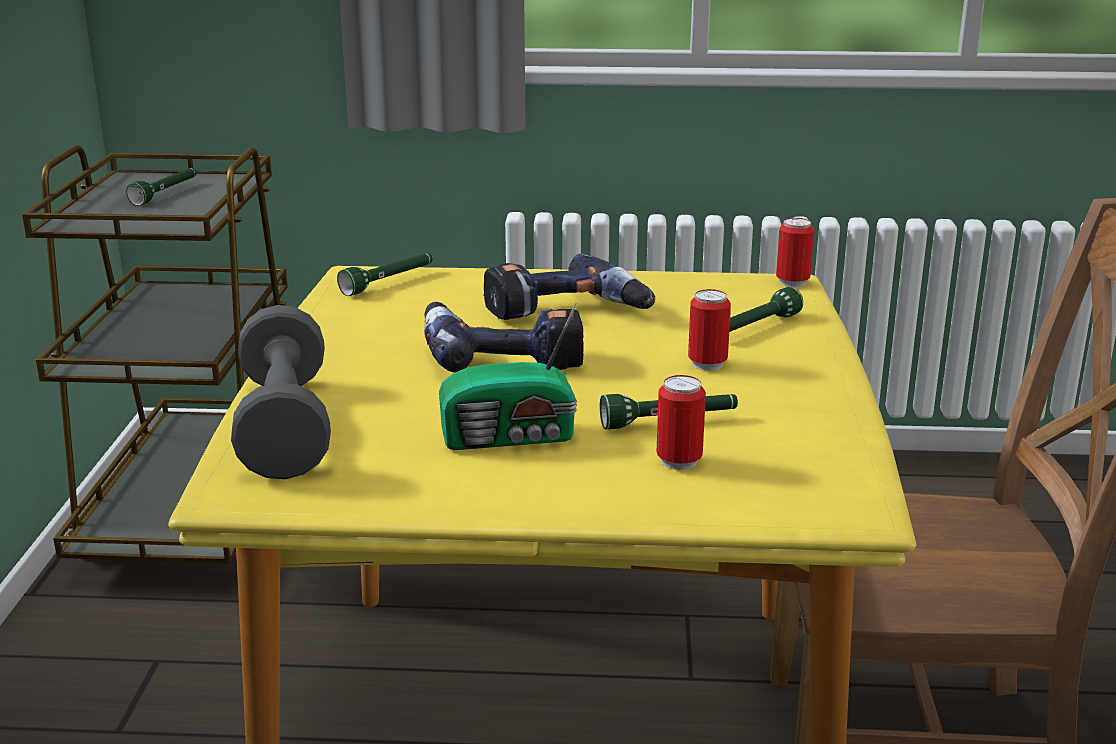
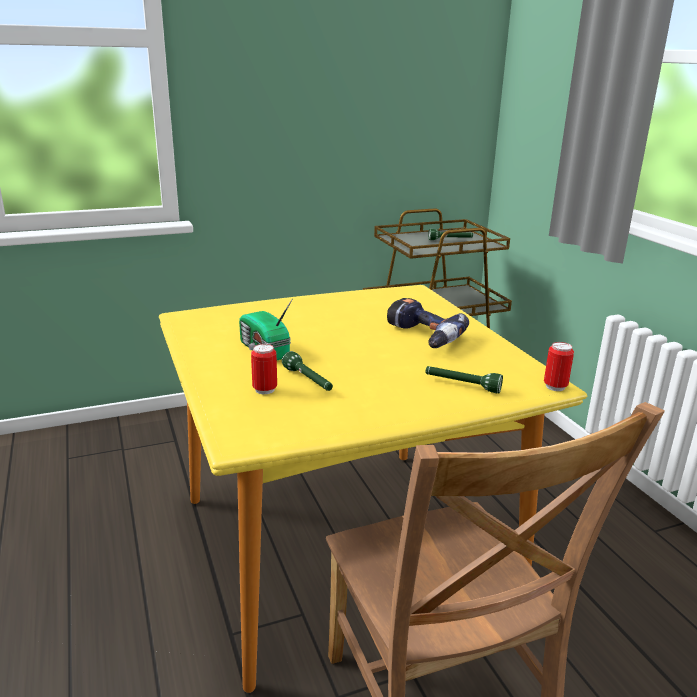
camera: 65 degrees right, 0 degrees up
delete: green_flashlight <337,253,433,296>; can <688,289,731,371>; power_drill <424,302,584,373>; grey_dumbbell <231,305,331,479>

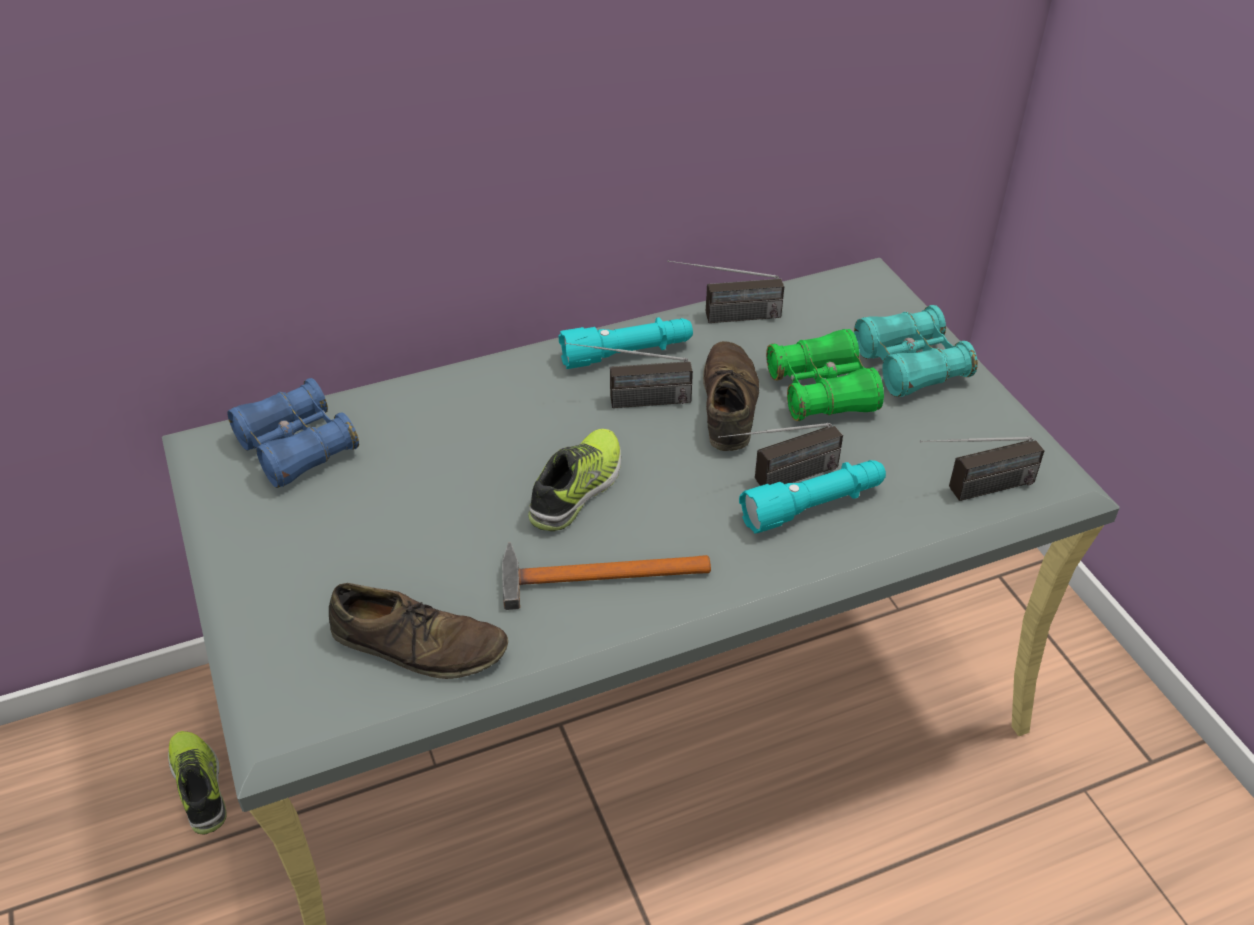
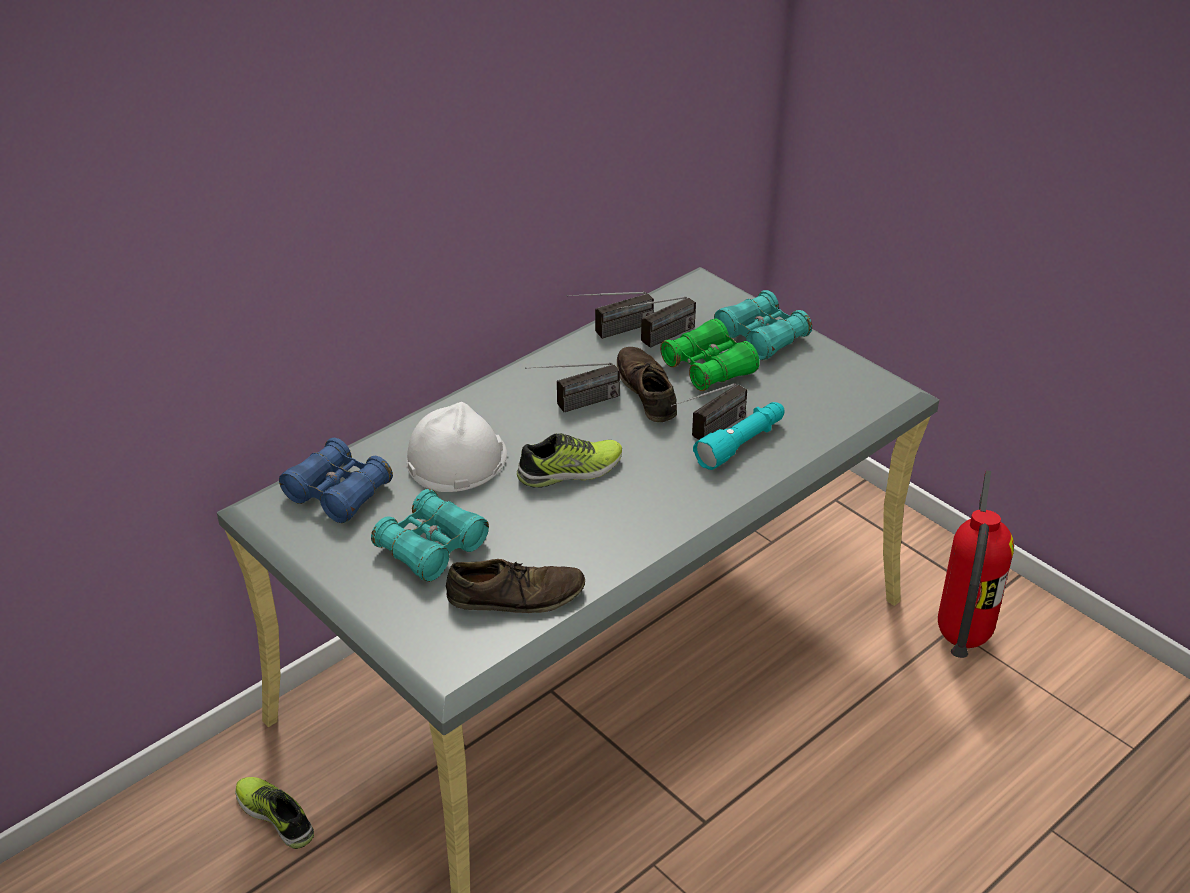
camera: 20 degrees left, 5 degrees down
delete: turquoise_flashlight <559,317,693,369>; hammer <502,542,711,610>
insert: white_hard_hat <406,402,507,492>; fire_extinguisher <938,470,1014,658>; turquoise_binoculars <371,489,489,582>
move: radio <920,437,1044,501> to <617,296,696,348>
rotate: shoe <528,429,621,531> = <517,433,622,488> 60 degrees clockwise

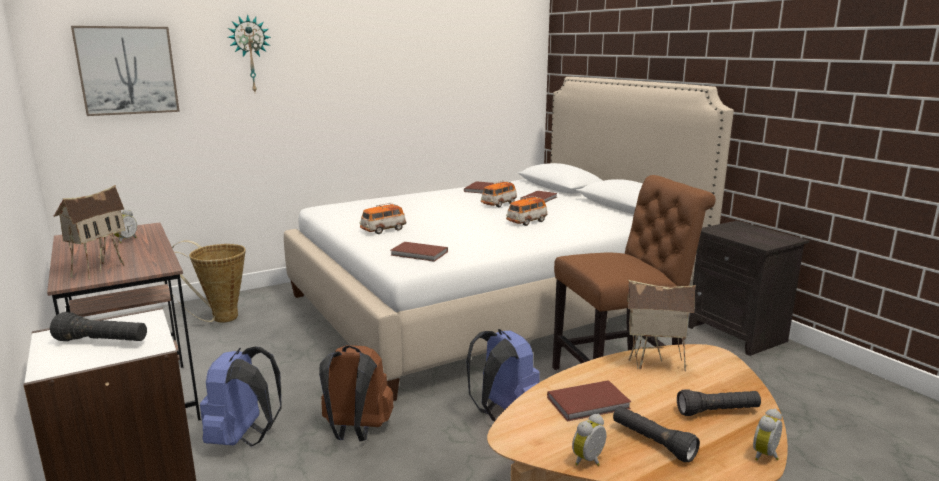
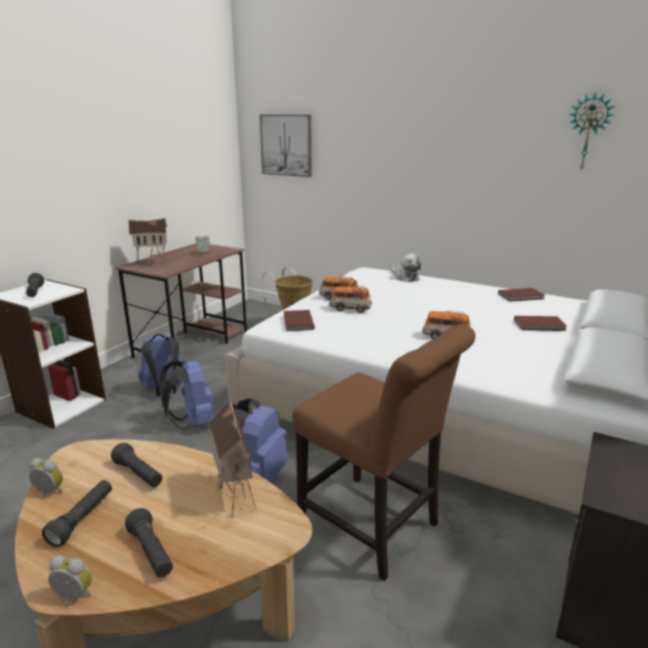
camera: 60 degrees right, 5 degrees up
insert: plush_toy <391,253,422,282>
move: wall_clock <228,14,271,92> to <569,92,614,172>; toy_car <481,181,517,207> to <329,286,372,313>
replace: brown_book <547,380,631,422> to black_flashlight <111,443,162,487>
recolor: brown_backpack <319,345,394,441> to blue_backpack <159,360,216,429>

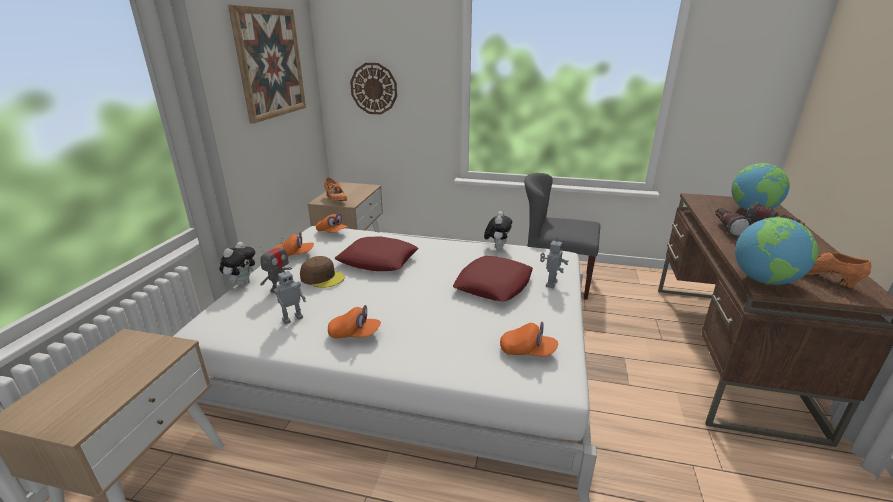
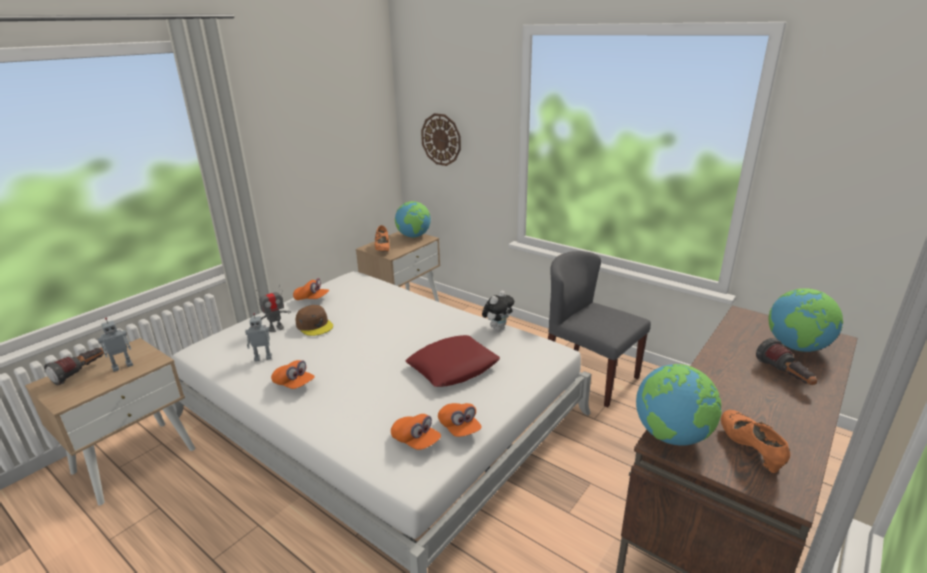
camera: 25 degrees right, 0 degrees up
delete: picture <228,5,306,124>; red_pillow <335,237,419,271>; plush_toy <220,242,255,286>
insert: globe <395,201,431,238>
move: flashlight <715,208,752,238> to <44,347,106,385>; orange_cap <316,213,348,233> to <438,403,482,437>; toy_robot <540,237,568,288> to <98,318,133,372>

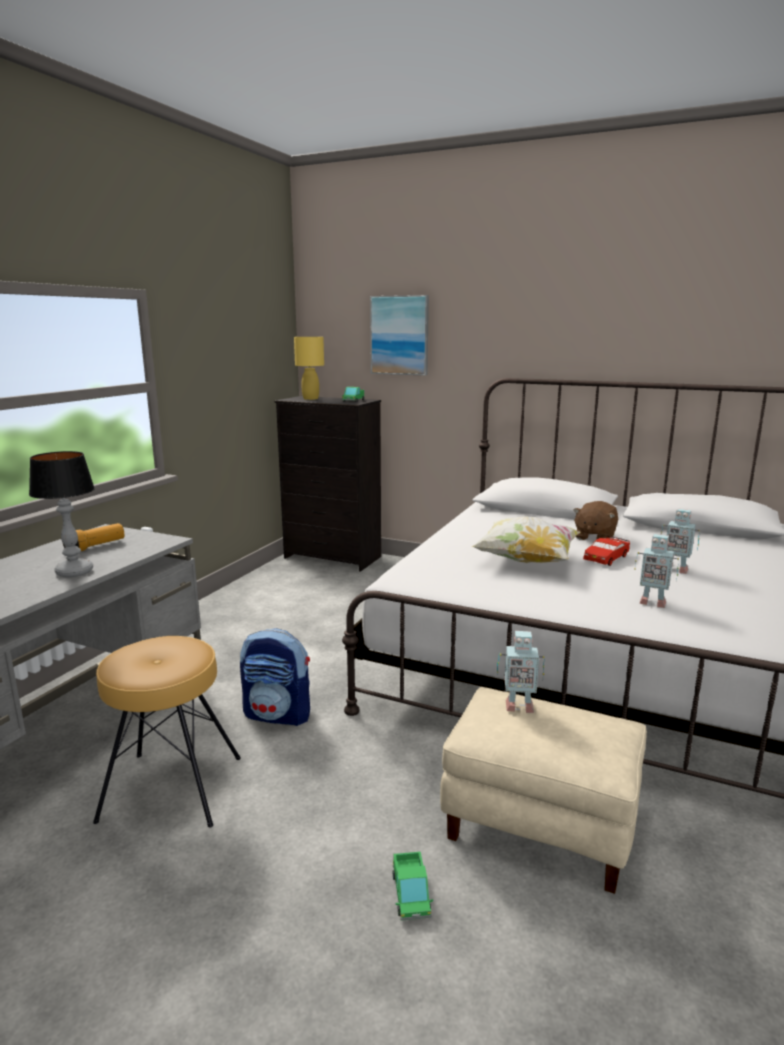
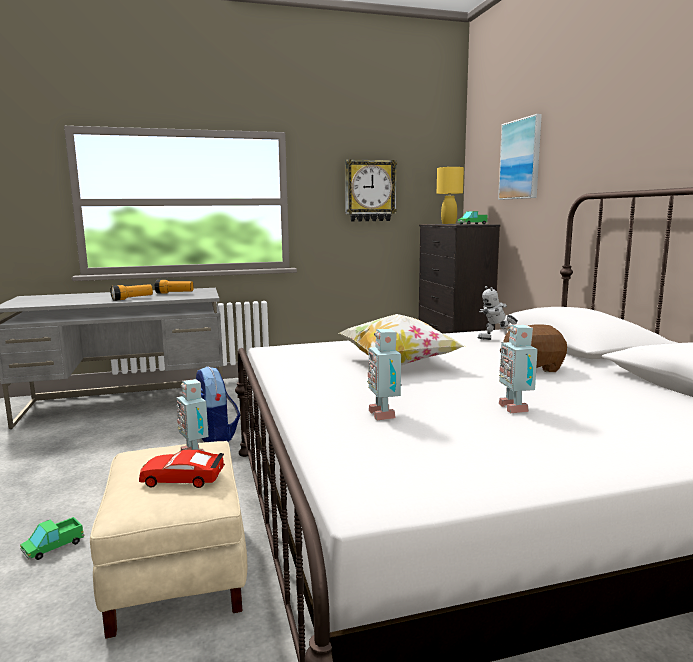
camera: 50 degrees right, 5 degrees down
delete: brown_stool <93,636,241,827>
insert: wall_clock <345,159,397,222>; toy_robot <478,286,518,340>
move: red_toy_car <583,536,630,566> to <139,449,225,488>
replace: table_lamp <29,451,95,577> to flashlight <110,284,153,301>

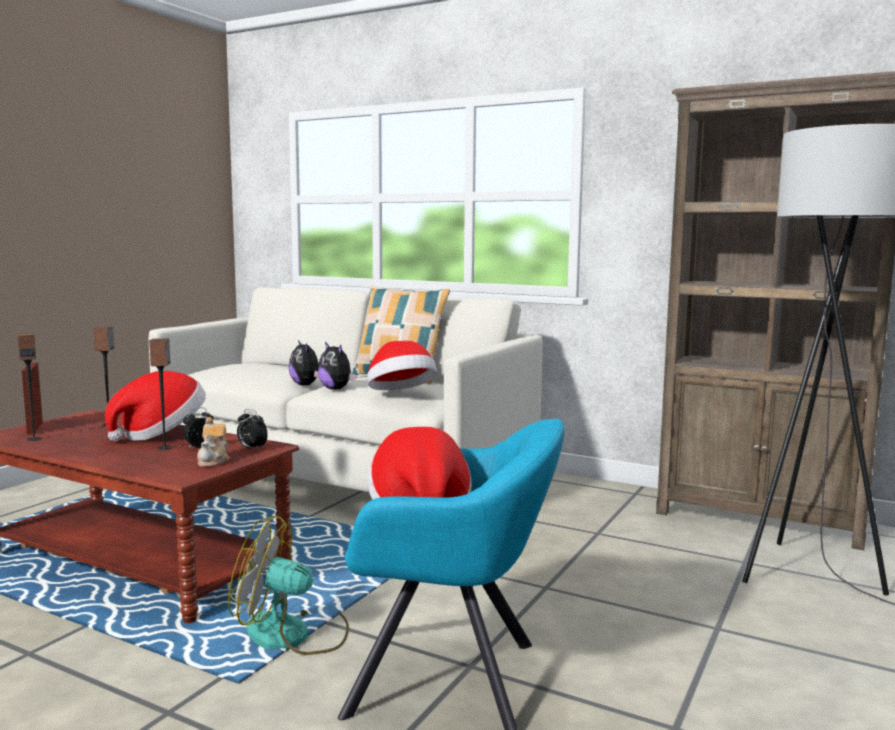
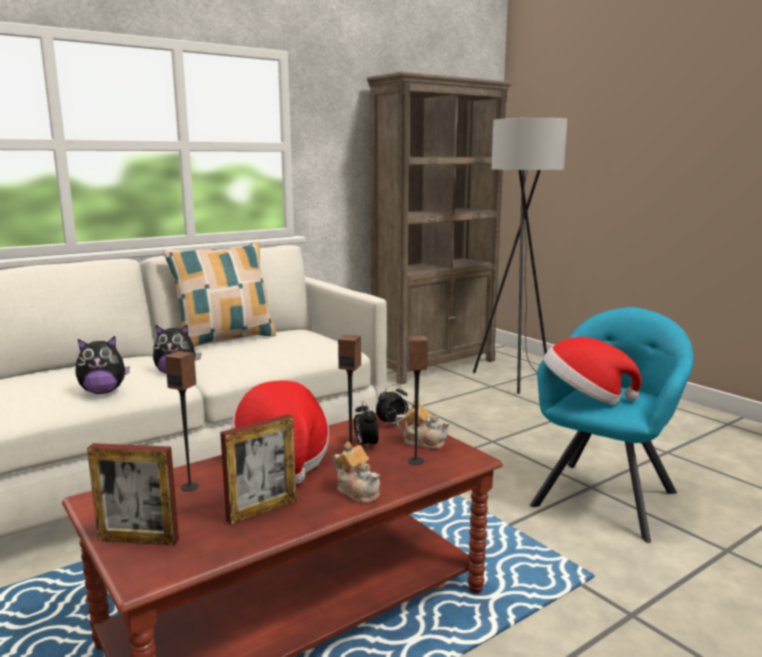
camera: 65 degrees left, 5 degrees up
delete: hat <367,341,437,390>; fan <228,515,349,655>
insert: picture_frame <220,414,296,525>; teapot <333,441,380,503>
move: speaker <17,333,42,441> to <406,336,428,465>; plush_toy <318,342,356,390> to <75,336,130,394>

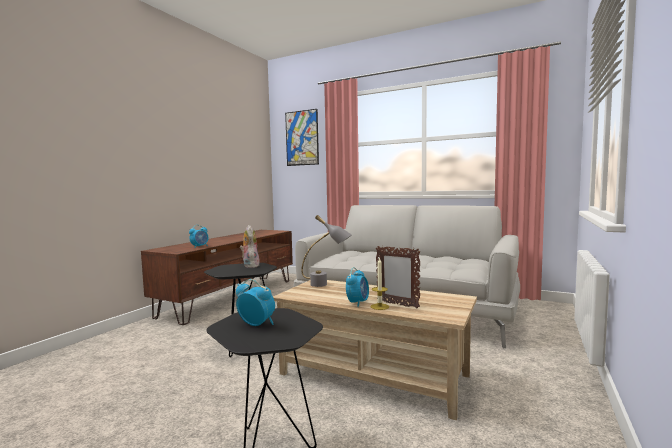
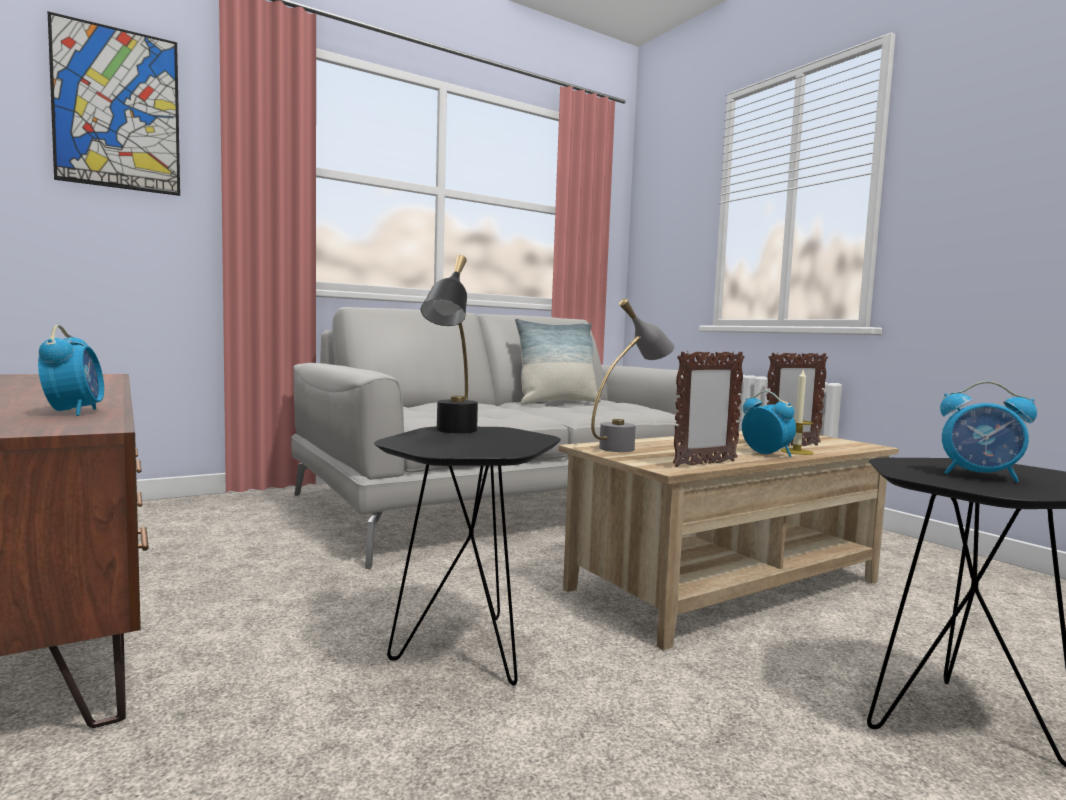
camera: 60 degrees left, 0 degrees up
insert: pillow <515,318,601,405>; picture_frame <673,351,745,467>
replace: plush_toy <240,225,260,268> to black_table_lamp <421,255,478,433>
rotate: alarm_clock <236,279,275,326> = <940,381,1037,482> 120 degrees counterclockwise

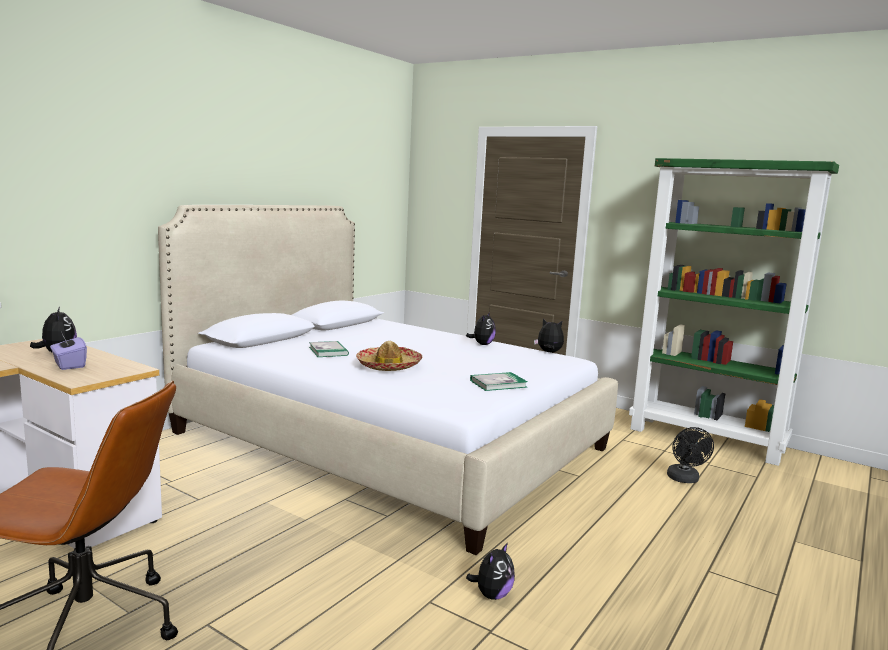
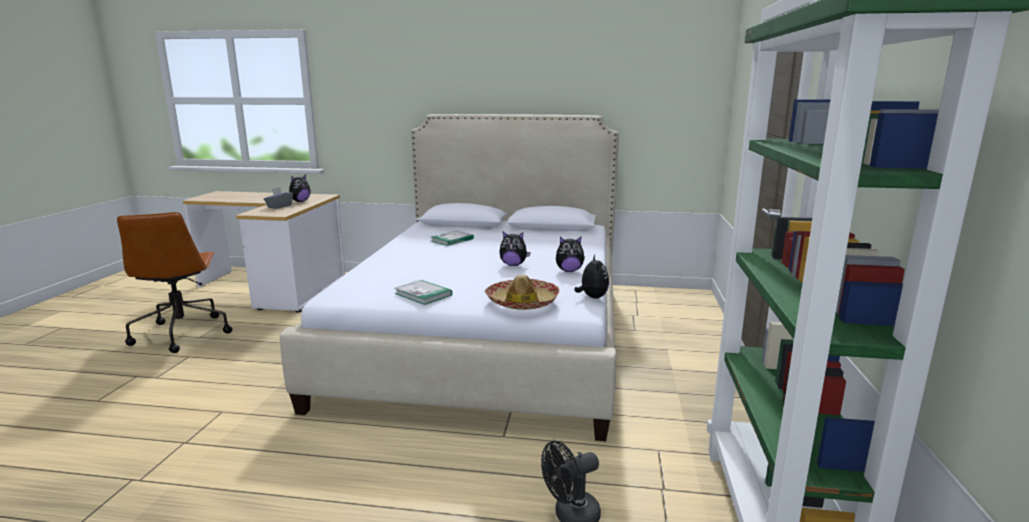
camera: 65 degrees right, 5 degrees up
move: hat <356,341,422,371> to <485,274,560,310>; plush_toy <466,542,515,600> to <499,232,531,266>
recolor: purple_tissue_box <50,336,87,370> to grey_tissue_box <264,187,293,209>

